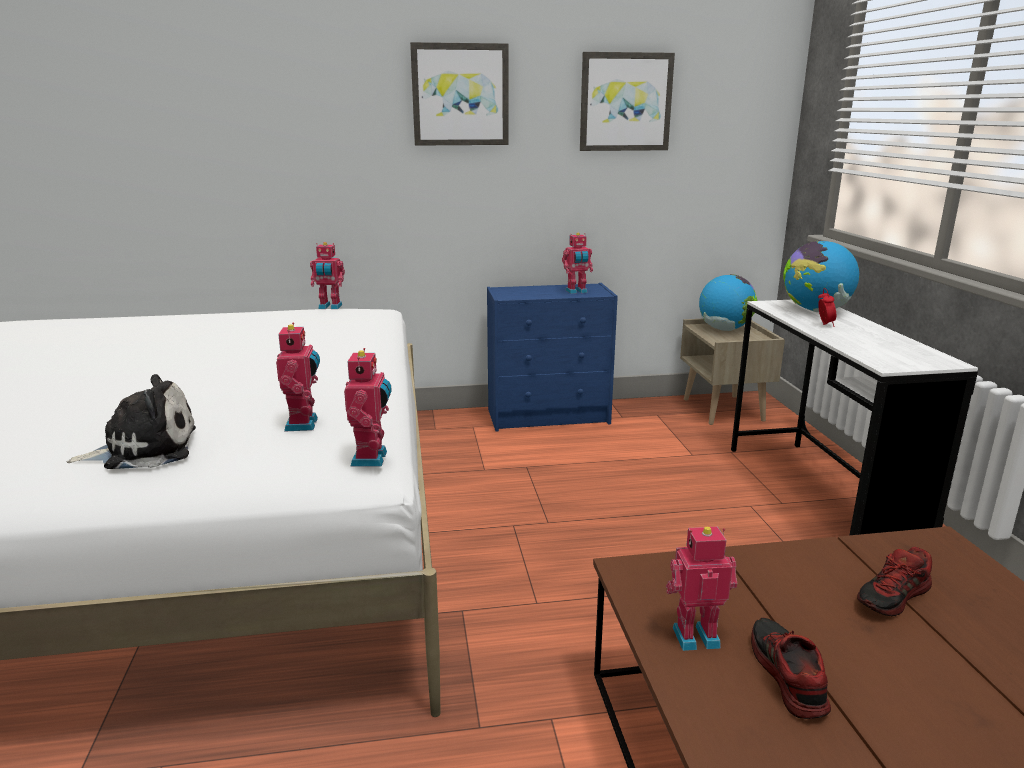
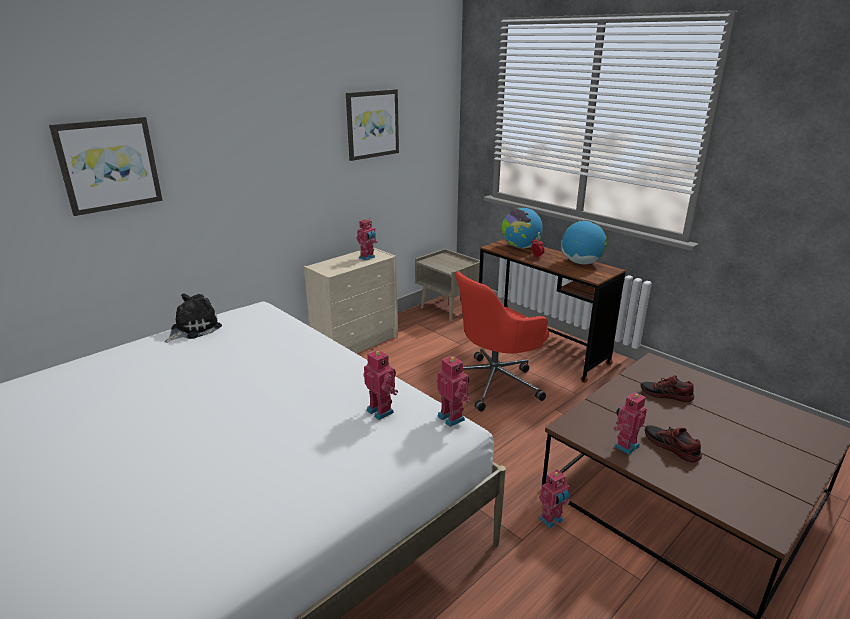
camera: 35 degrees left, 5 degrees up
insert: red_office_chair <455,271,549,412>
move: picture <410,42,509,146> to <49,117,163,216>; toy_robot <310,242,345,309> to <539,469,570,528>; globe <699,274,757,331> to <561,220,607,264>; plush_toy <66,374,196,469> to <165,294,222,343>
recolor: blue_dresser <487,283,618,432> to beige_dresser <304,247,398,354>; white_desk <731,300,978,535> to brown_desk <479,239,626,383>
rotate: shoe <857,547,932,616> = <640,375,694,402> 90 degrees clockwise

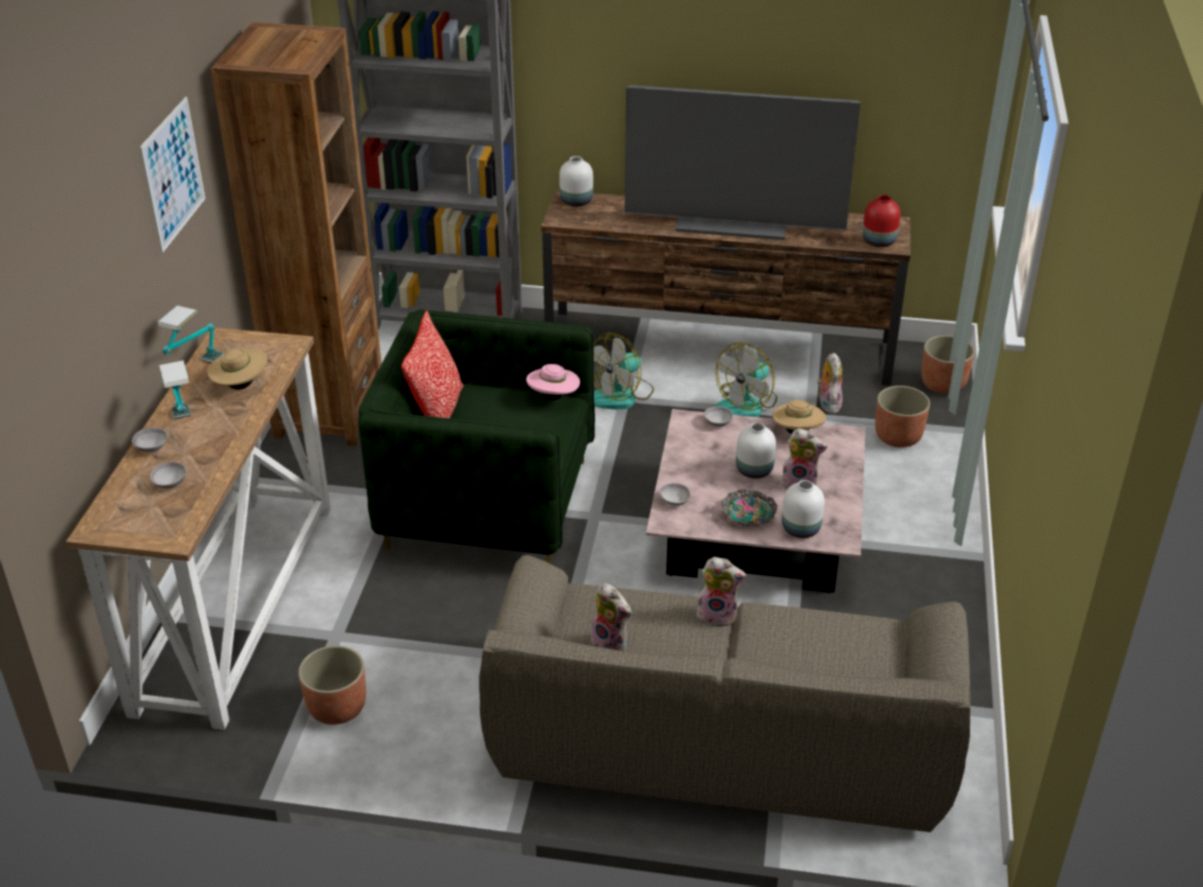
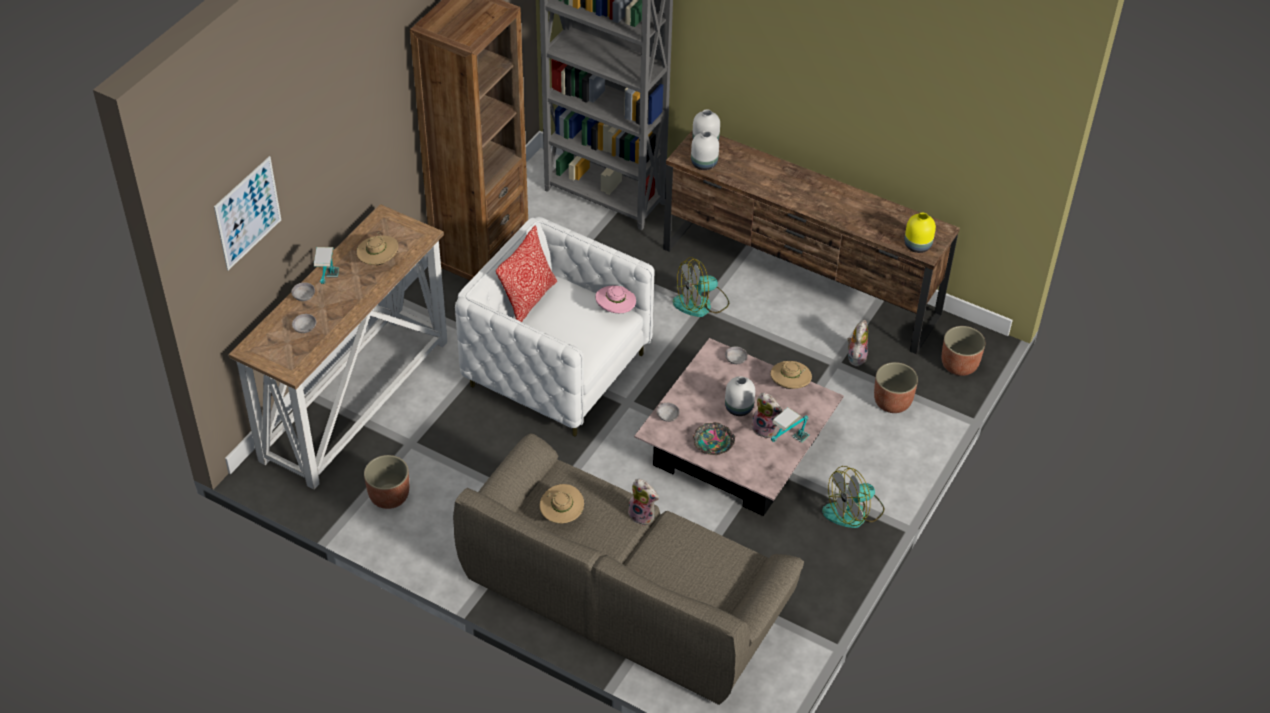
camera: 20 degrees right, 10 degrees up
delete: television <625,85,861,240>
move: picture <140,97,205,253> to <214,156,281,270>; table_lamp <157,305,224,363> to <771,407,809,443>; fan <714,342,777,417> to <822,466,884,528>; white_vase <782,480,825,538> to <691,131,719,170>
replace: plush_toy <591,583,632,651> to beige_hat <540,484,584,523>
recolor: red_vase <863,195,901,247> to yellow_vase <904,213,936,253>; green_armchair <358,310,595,564> to white_armchair <455,217,655,437>

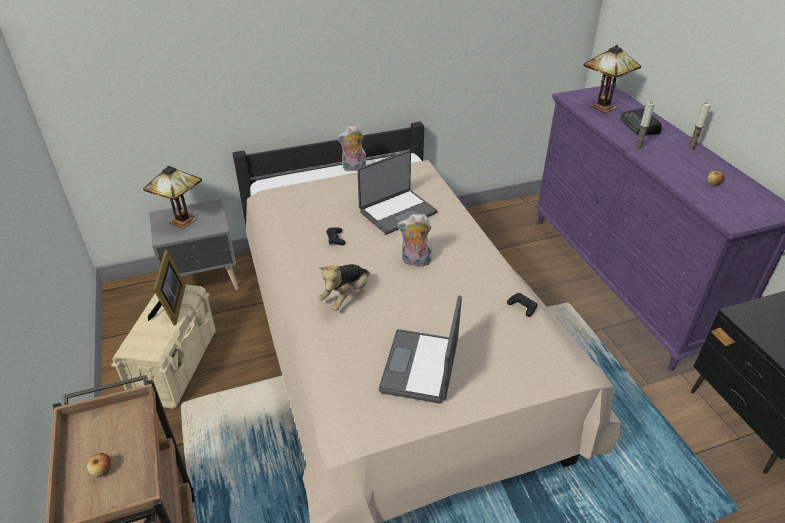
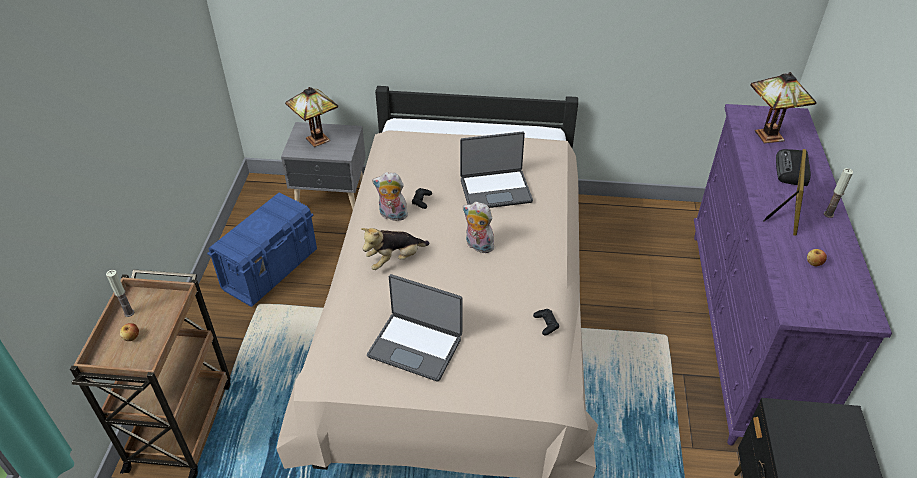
camera: 25 degrees right, 5 degrees up
move: candle <634,102,655,150> to <106,270,134,317>; plush_toy <337,125,366,171> to <372,172,408,221>; picture_frame <148,250,186,326> to <763,149,806,235>
recolor: beige_storage_box <111,284,216,409> to blue_storage_box <207,192,317,307>
rotate: laptop <379,295,462,404> = <367,274,463,382> 105 degrees counterclockwise

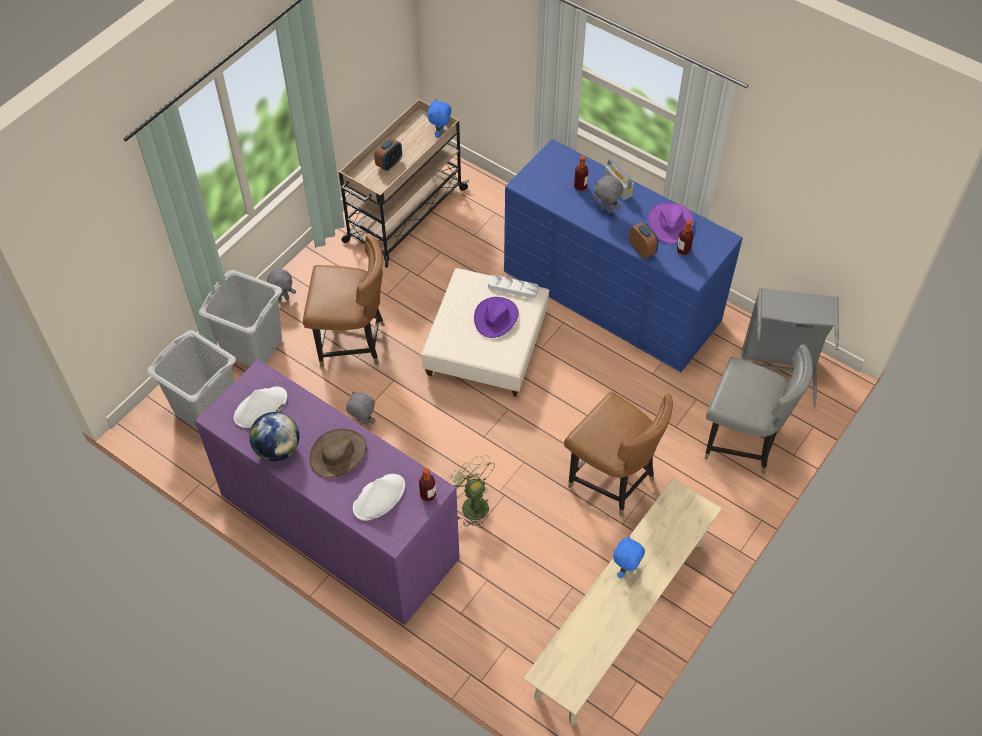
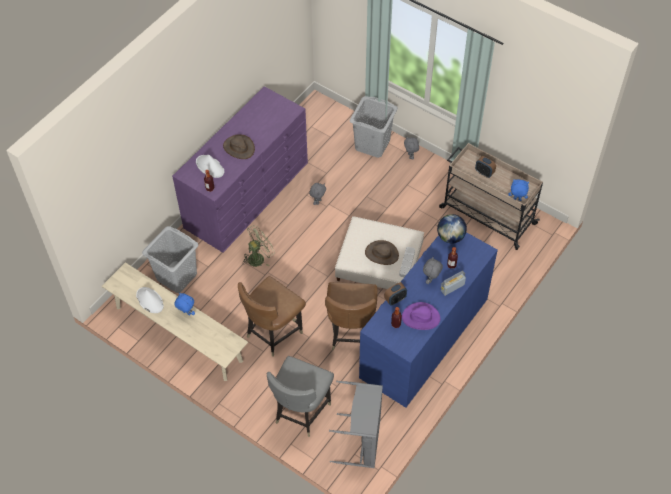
camera: 90 degrees right, 0 degrees up
move: brown_chair <303,234,385,368> to <325,282,378,350>; grey_laundry_basket <147,330,236,430> to <142,226,199,293>; white_hat <234,386,287,428> to <136,287,164,313>; globe <249,412,299,461> to <437,214,467,244>
recolor: purple_hat <474,297,519,338> to brown_hat <365,240,399,265>

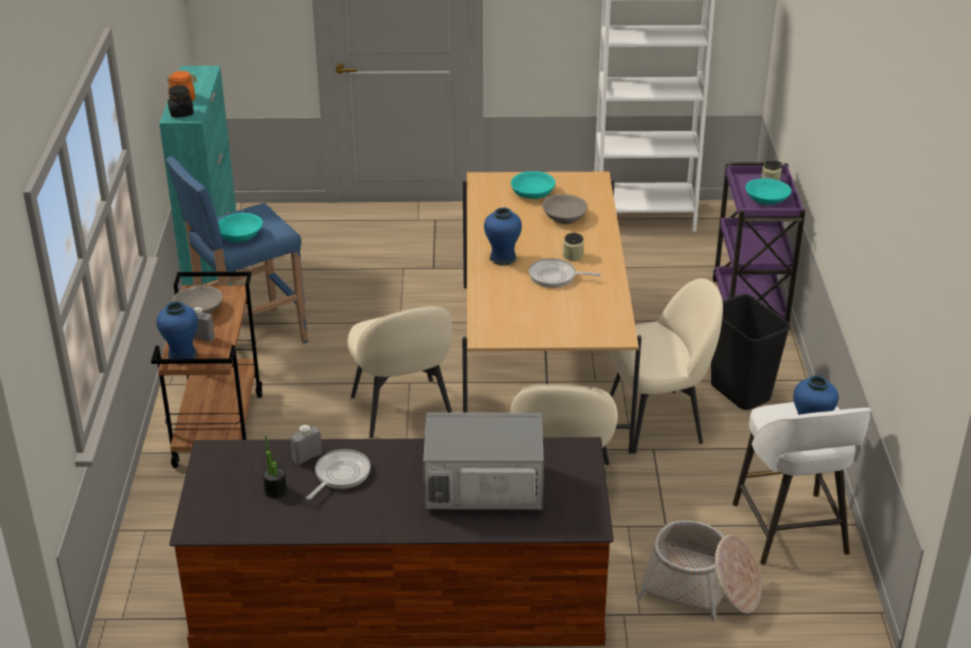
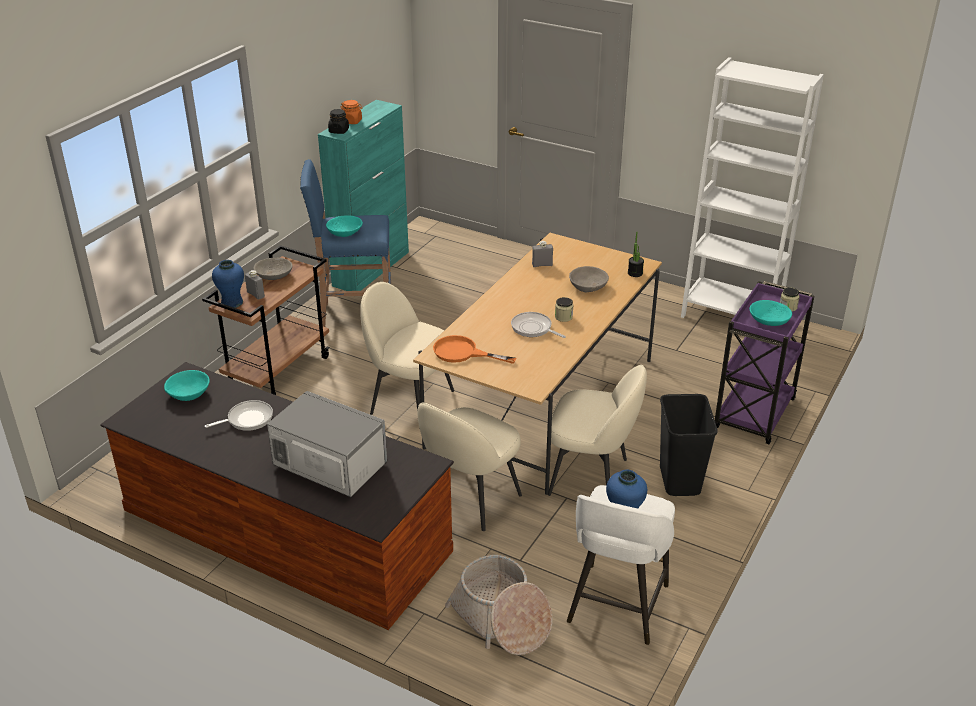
camera: 30 degrees right, 0 degrees up
delete: blue_vase <484,208,522,266>
insert: orange_frying_pan <433,335,516,364>
move: turquoise_bowl <511,171,555,199> to <164,370,210,401>; grey_bottle <290,425,322,465> to <532,241,553,267>; potted_plant <262,435,287,498> to <628,232,644,277>
rotate: beige_chair <348,306,452,438> = <360,282,454,429> 105 degrees clockwise

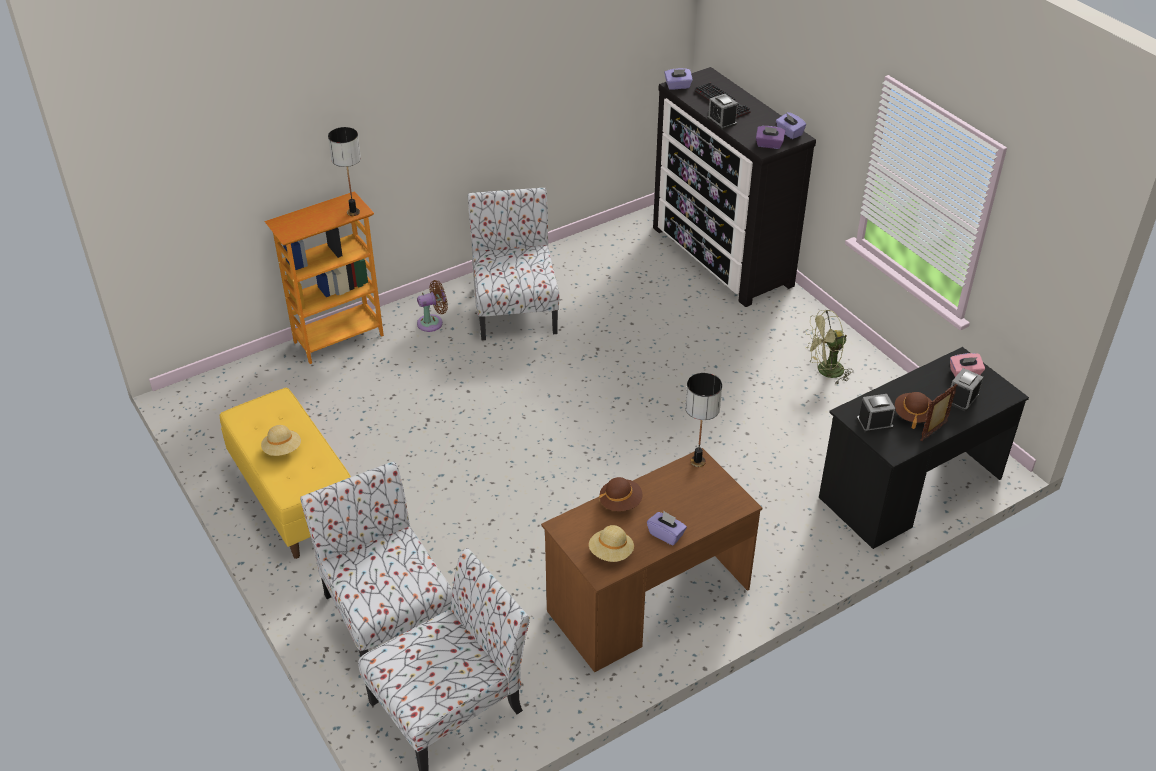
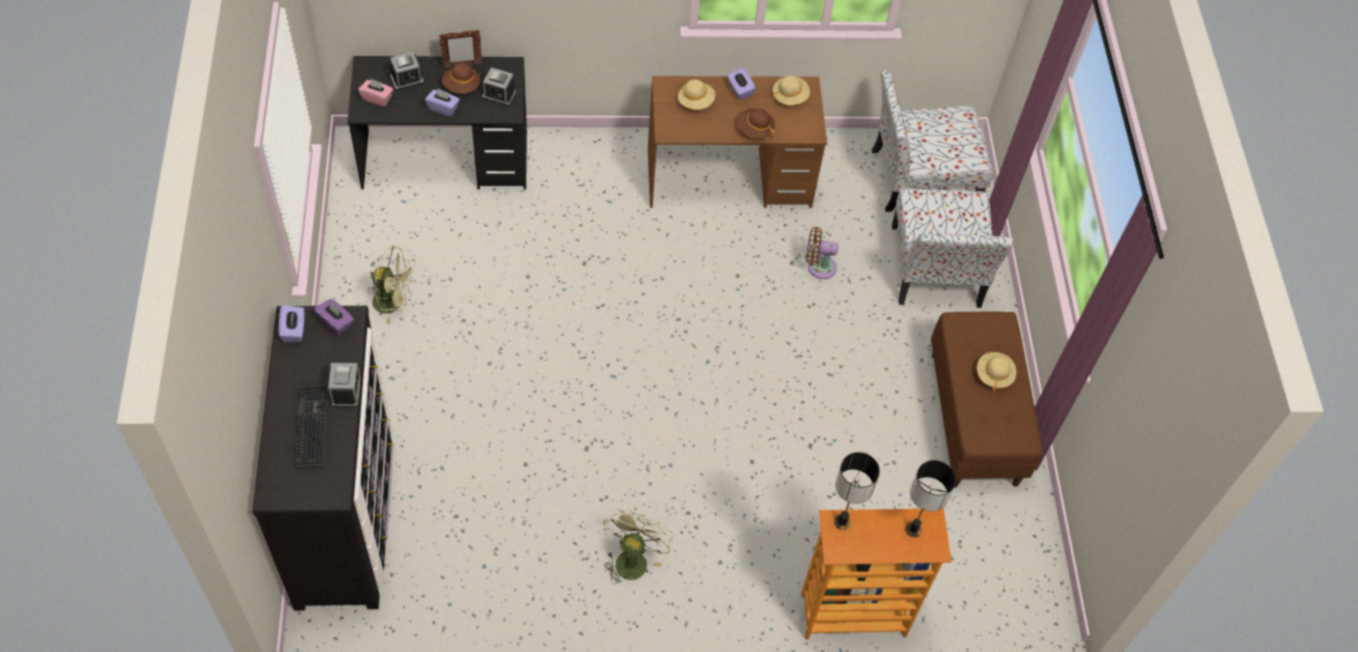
camera: 155 degrees left, 15 degrees up
insert: beige_hat <678,79,715,110>
move: purple_tissue_box <664,68,693,90> to <425,89,460,117>; brown_fan <417,280,448,332> to <806,227,838,279>; table_lamp <685,373,722,467> to <905,460,956,537>
replace: chair <468,188,559,340> to green_fan <603,508,673,584>
recolor: yellow_bench <220,388,351,559> to brown_bench <931,312,1042,487>

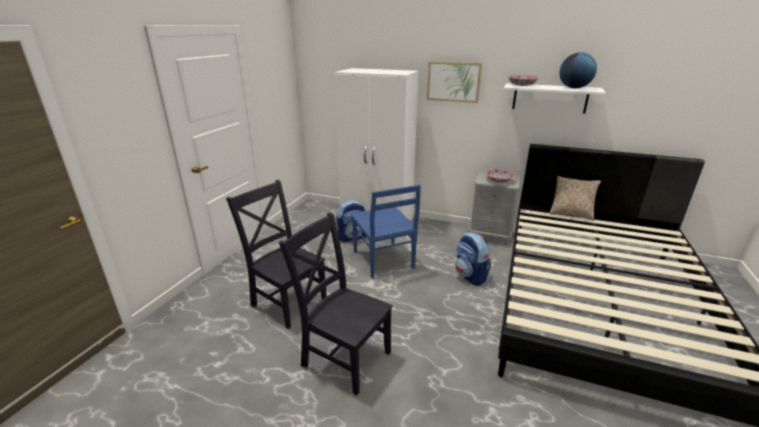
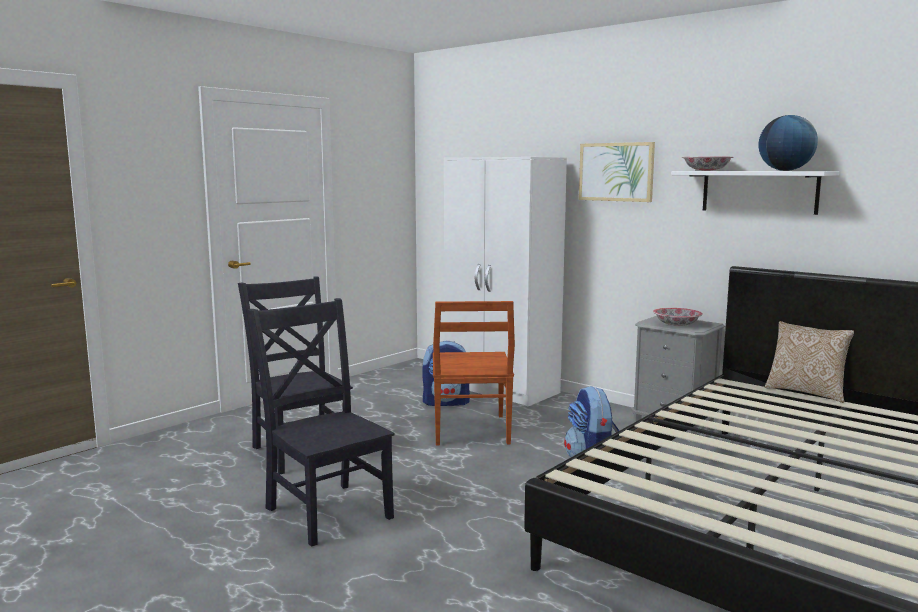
camera: 20 degrees right, 15 degrees down
recolor: blue_chair <351,185,421,278> to brown_chair <433,301,515,446>

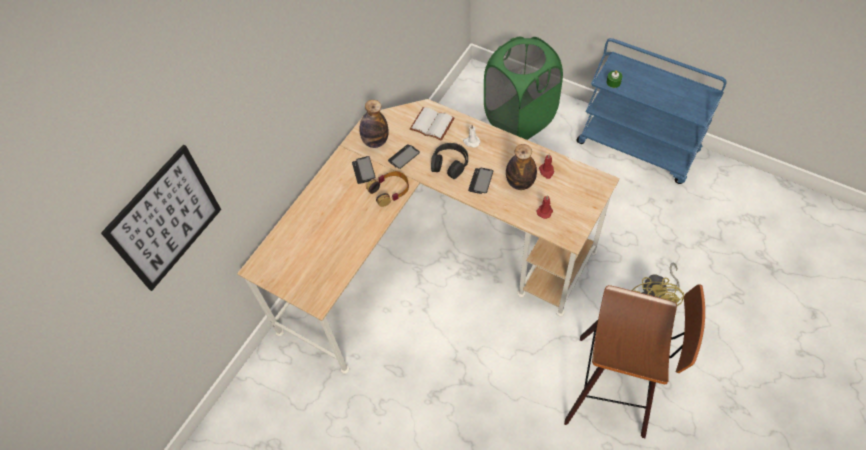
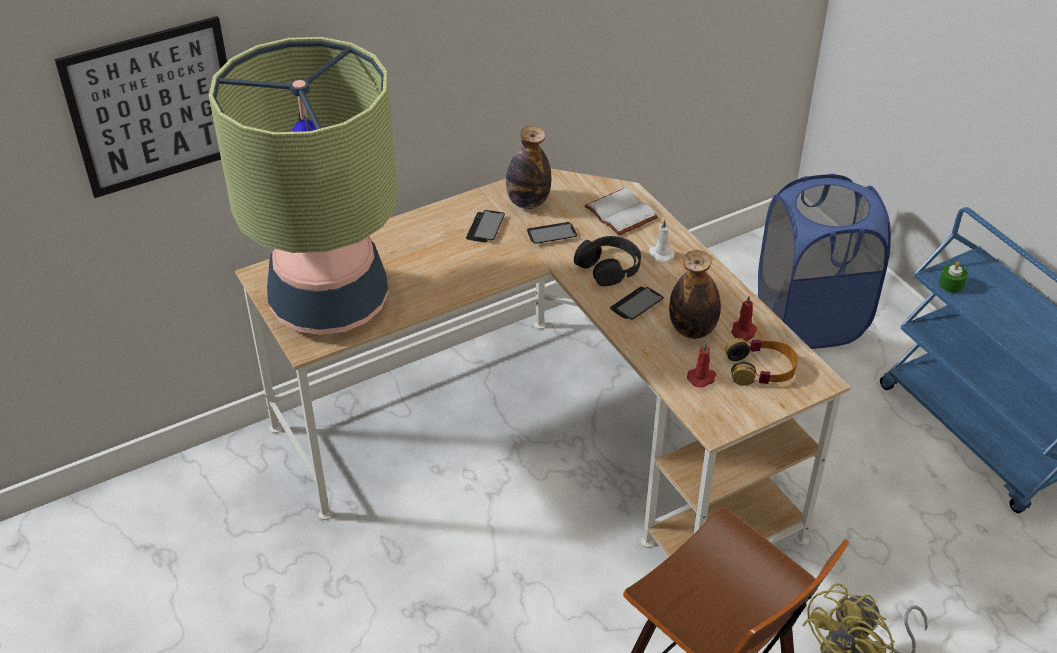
camera: 25 degrees right, 15 degrees down
insert: table_lamp <209,37,397,335>
move: headphones <366,171,409,207> to <725,338,798,386>
recolor: green_laundry_basket <484,37,563,140> to blue_laundry_basket <758,174,891,349>

